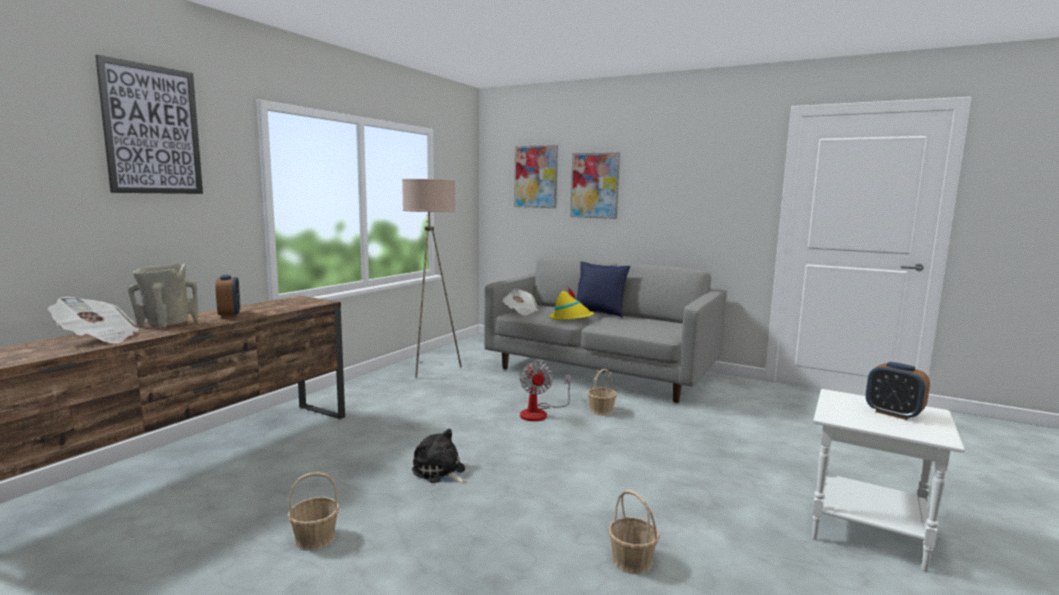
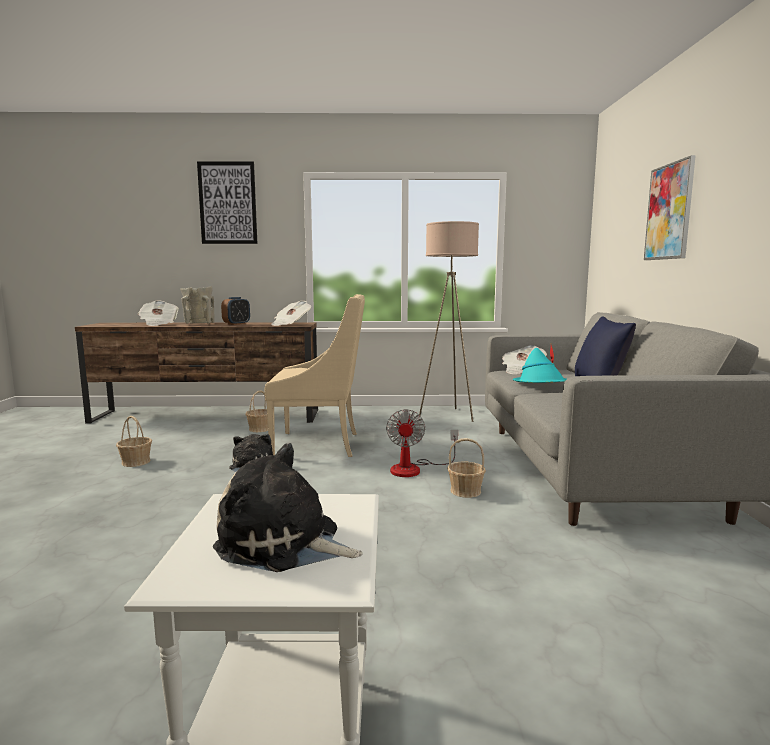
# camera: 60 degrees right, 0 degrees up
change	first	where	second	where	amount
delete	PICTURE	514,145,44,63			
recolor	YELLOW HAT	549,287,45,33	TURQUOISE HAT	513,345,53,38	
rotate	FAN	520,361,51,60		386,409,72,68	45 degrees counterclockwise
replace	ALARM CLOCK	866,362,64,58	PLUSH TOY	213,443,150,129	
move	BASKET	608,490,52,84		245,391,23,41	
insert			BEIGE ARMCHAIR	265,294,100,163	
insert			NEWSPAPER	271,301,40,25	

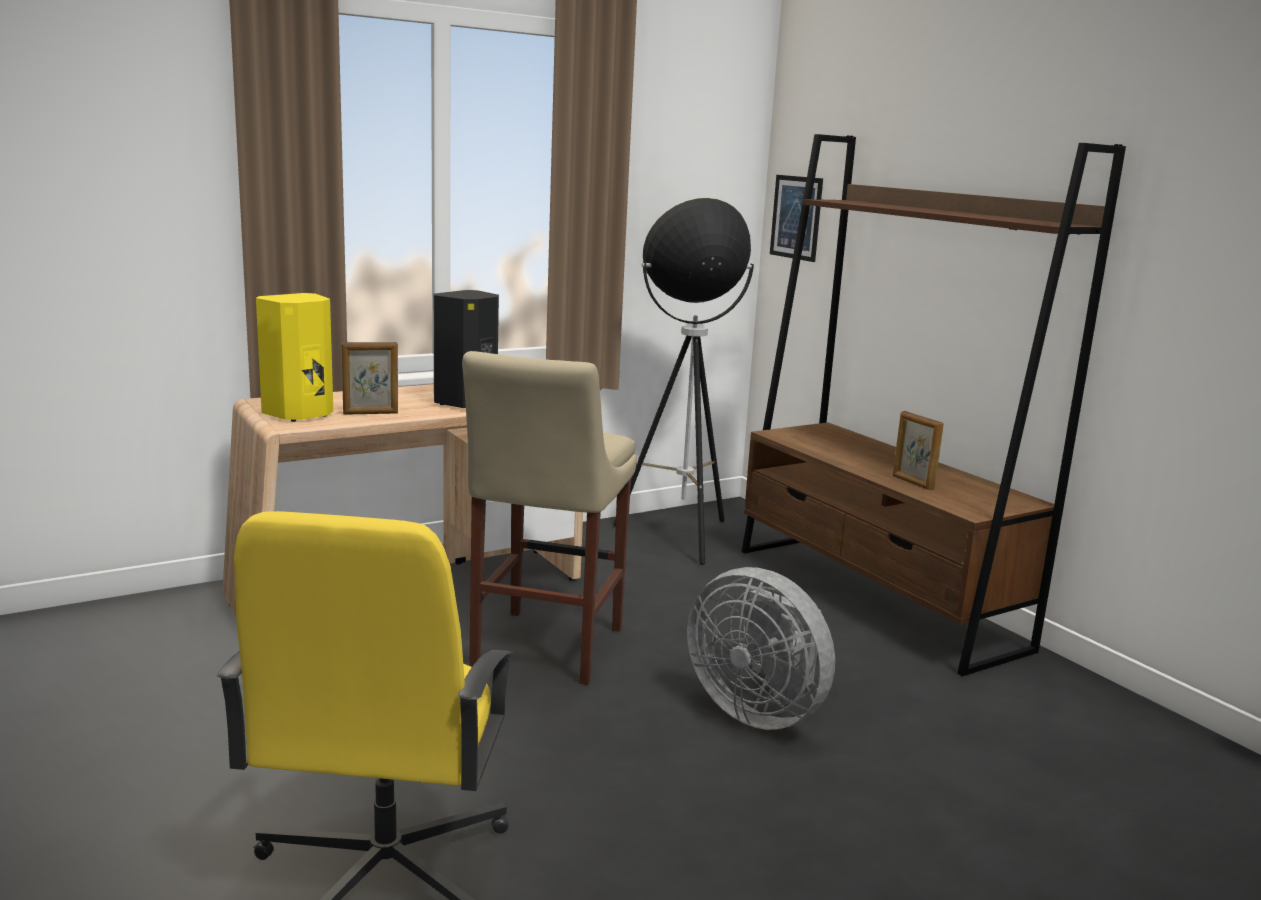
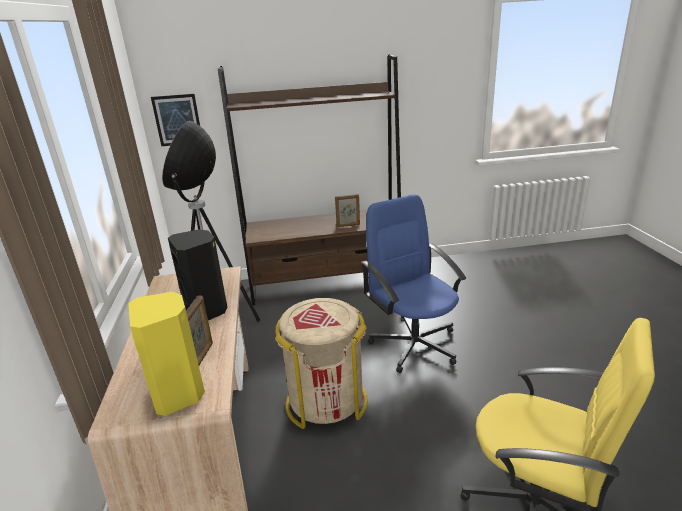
# camera: 65 degrees left, 10 degrees up
change	first	where	second	where	amount
replace	BEIGE STOOL	462,351,175,334	BEIGE TRASH CAN	275,298,93,131	
replace	GREY FAN	687,567,148,163	BLUE OFFICE CHAIR	361,194,105,179	

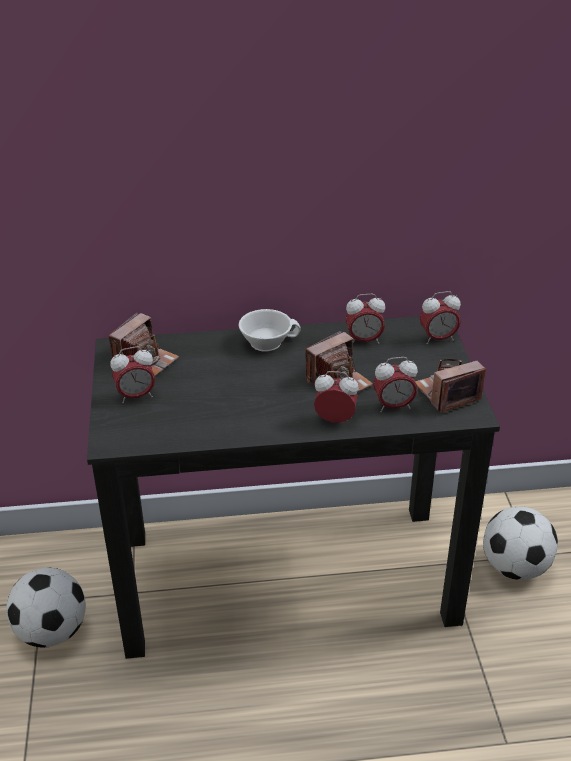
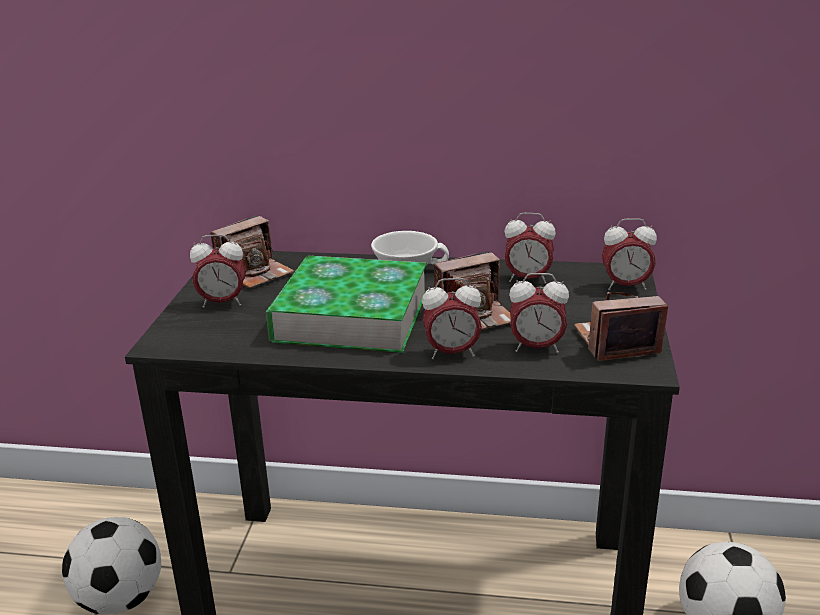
# camera: 15 degrees right, 10 degrees down
change	first	where	second	where	amount
rotate	ALARM CLOCK	314,371,45,52		422,278,60,81	150 degrees clockwise
insert			BOOK	266,256,160,97	

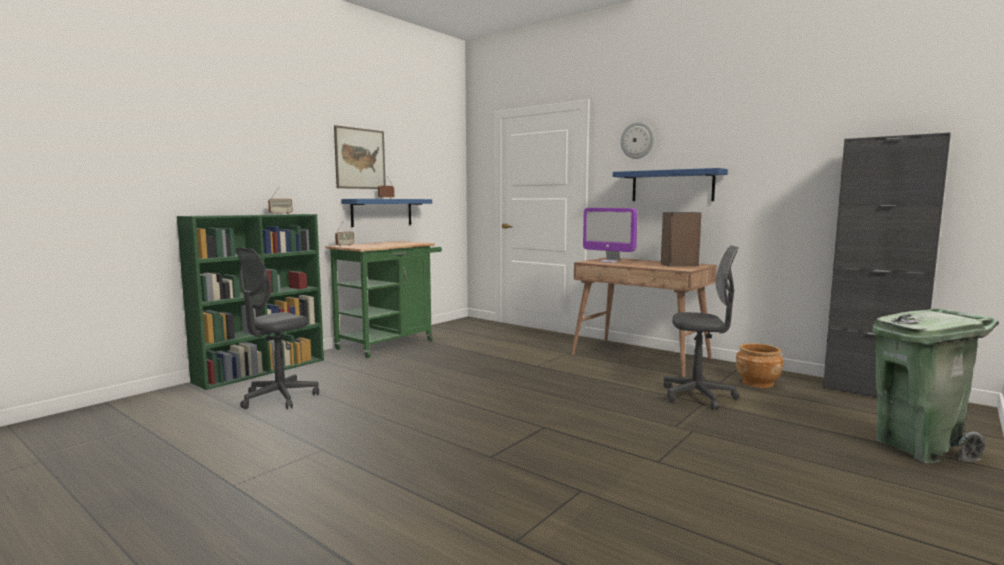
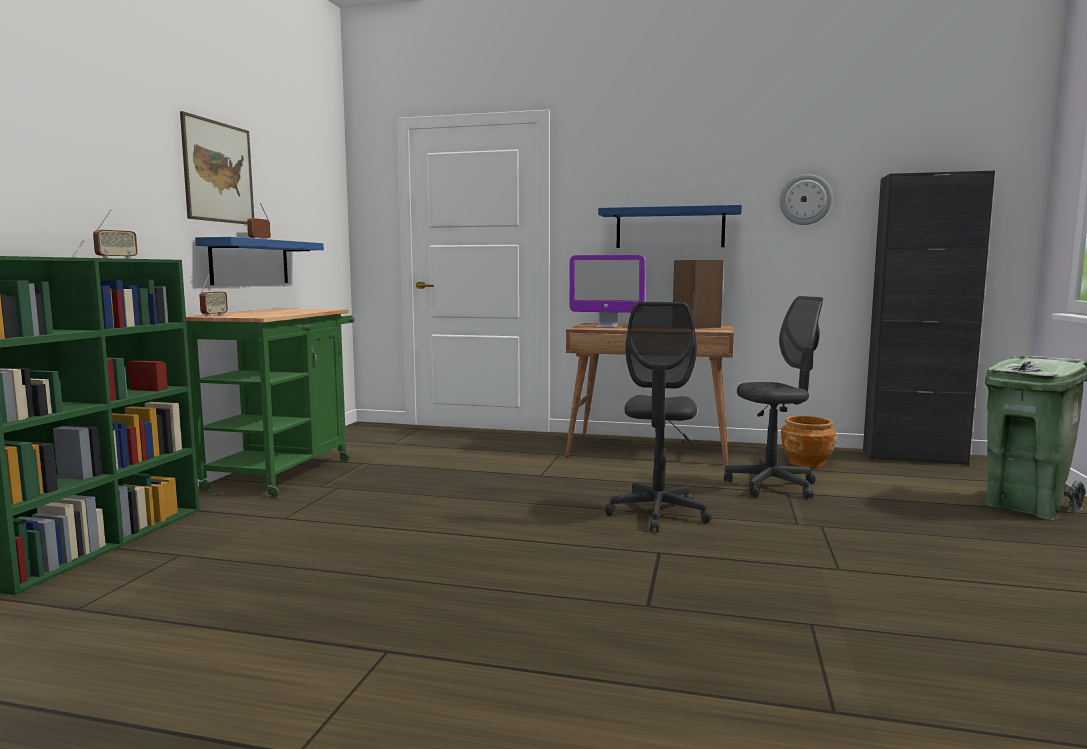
# camera: 25 degrees left, 0 degrees up
change	first	where	second	where	amount
move	WALL CLOCK	621,122,33,37		780,174,52,51	
move	GREY OFFICE CHAIR	235,247,84,162		605,302,107,230	

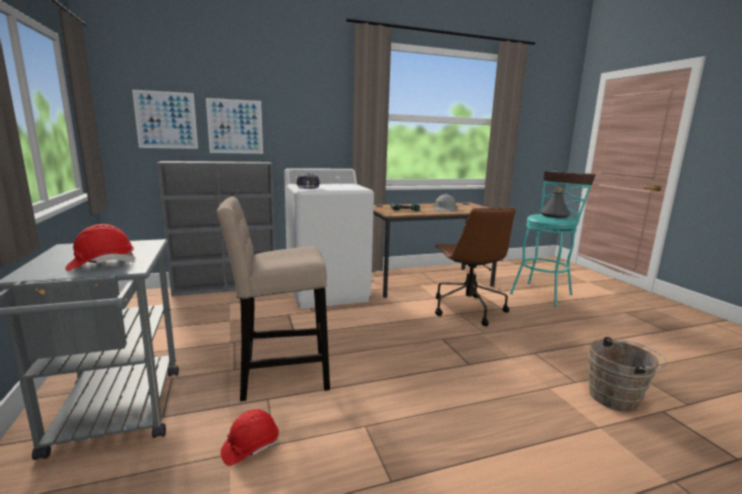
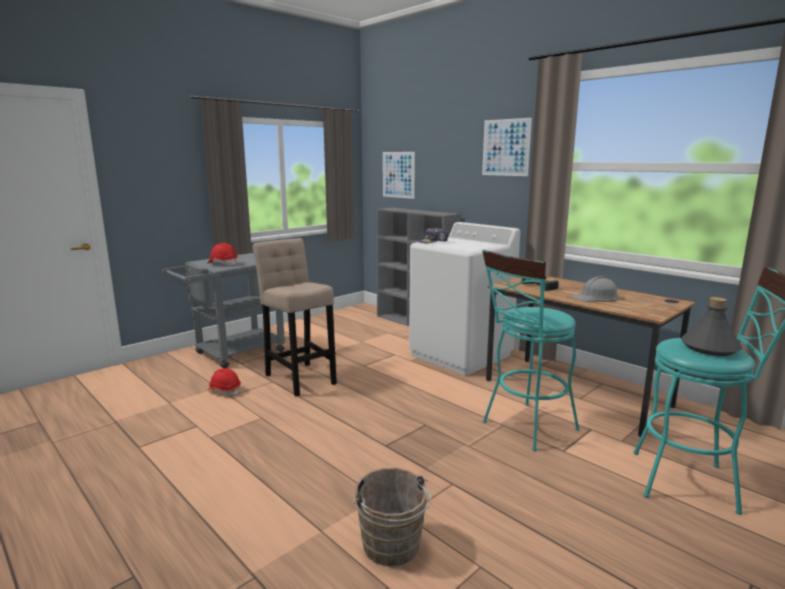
# camera: 65 degrees right, 0 degrees up
change	first	where	second	where	amount
move	PICTURE	206,98,57,56		482,118,50,58	
replace	BROWN OFFICE CHAIR	434,208,82,118	TURQUOISE STOOL	482,250,98,201	

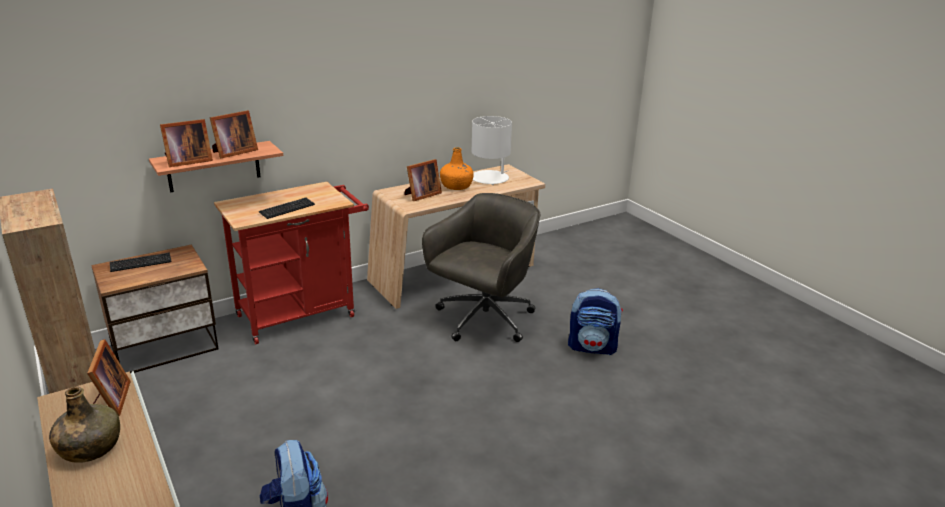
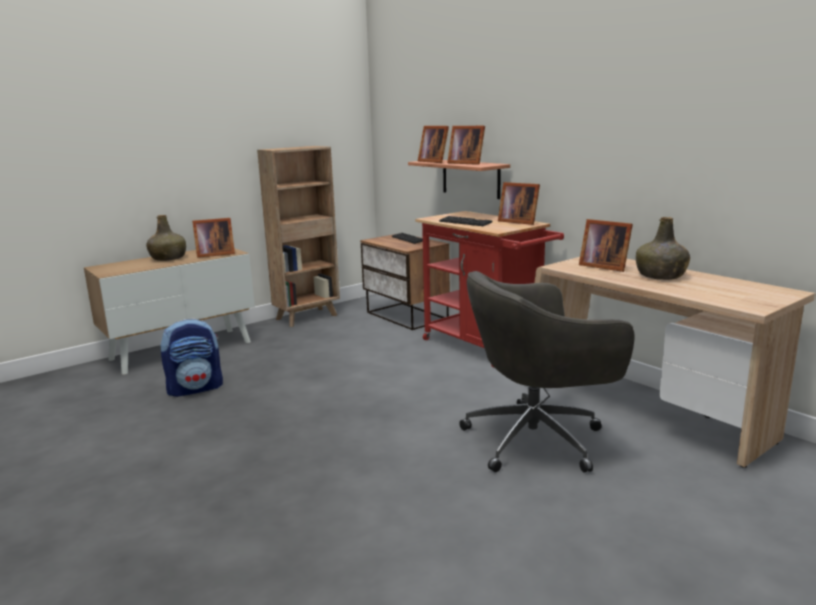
# camera: 85 degrees right, 10 degrees down
change	first	where	second	where	amount
delete	WHITE TABLE LAMP	472,116,40,69			
recolor	ORANGE BOTTLE	440,147,34,43	GREEN BOTTLE	636,217,54,63	
rotate	GREY OFFICE CHAIR	422,193,118,149		459,271,176,202	135 degrees clockwise
delete	BACKPACK	568,288,55,67			
insert			PICTURE FRAME	498,182,42,43	

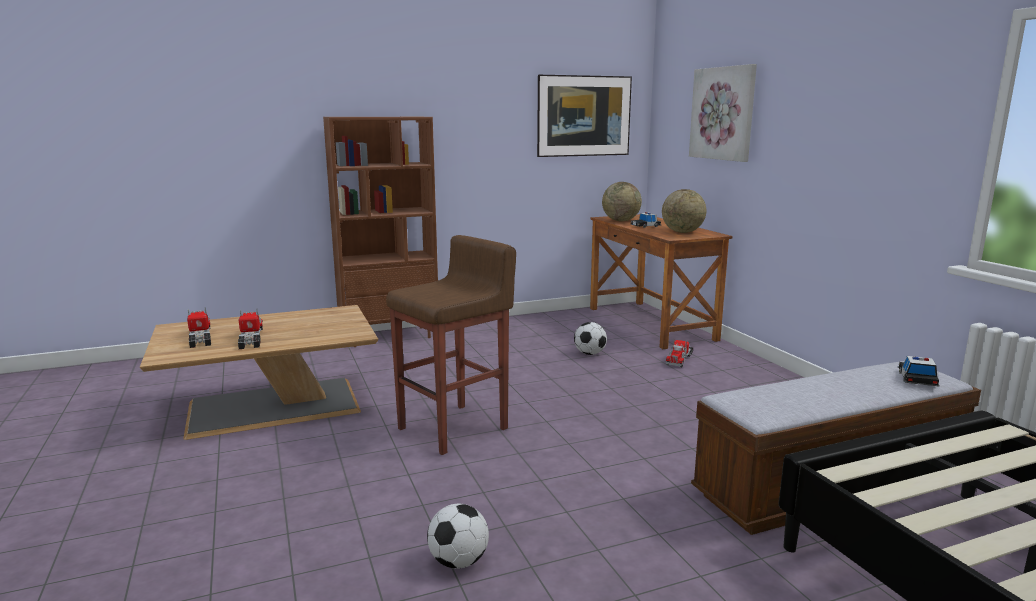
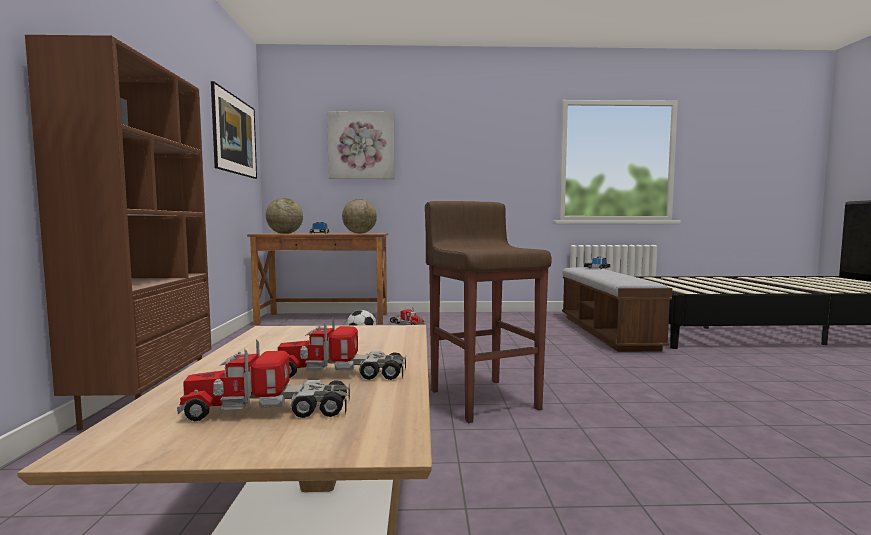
# camera: 70 degrees left, 10 degrees down
change	first	where	second	where	amount
delete	FOOTBALL	427,504,62,65			

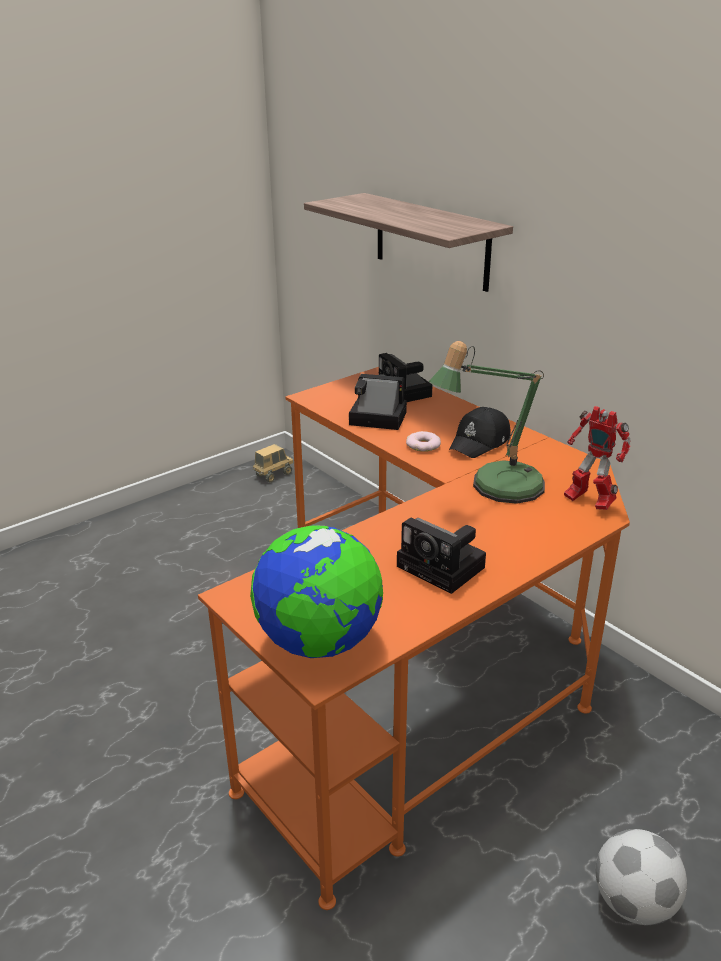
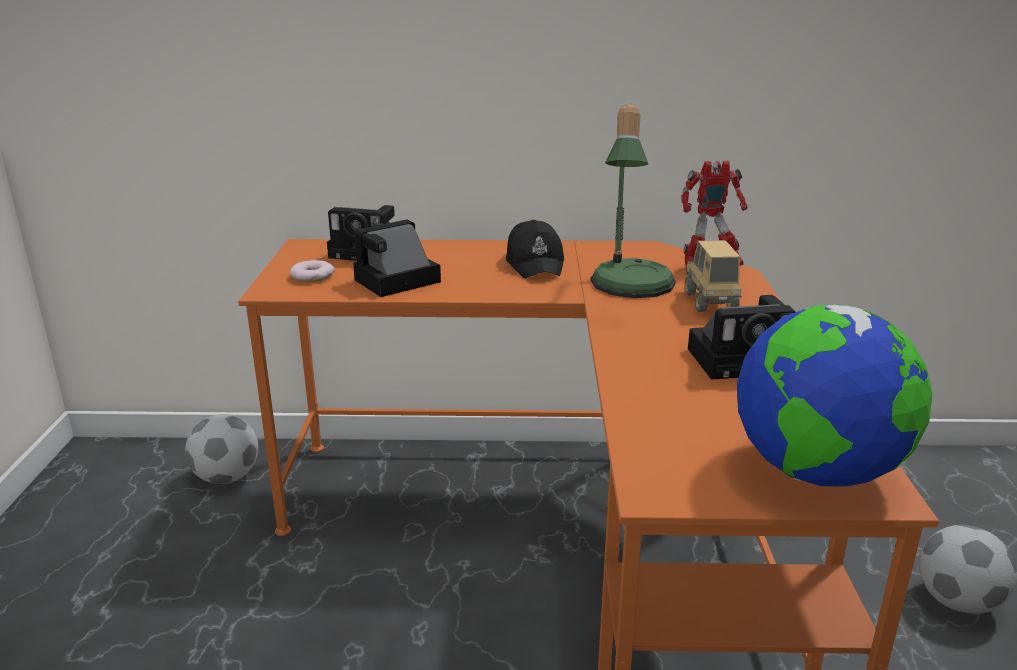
# camera: 50 degrees left, 5 degrees down
change	first	where	second	where	amount
delete	SHELF	304,193,209,99			
move	DONUT	406,431,35,21		290,260,45,22	
move	TOY TRUCK	253,444,41,38		685,240,57,72	
insert			FOOTBALL	185,414,74,70	

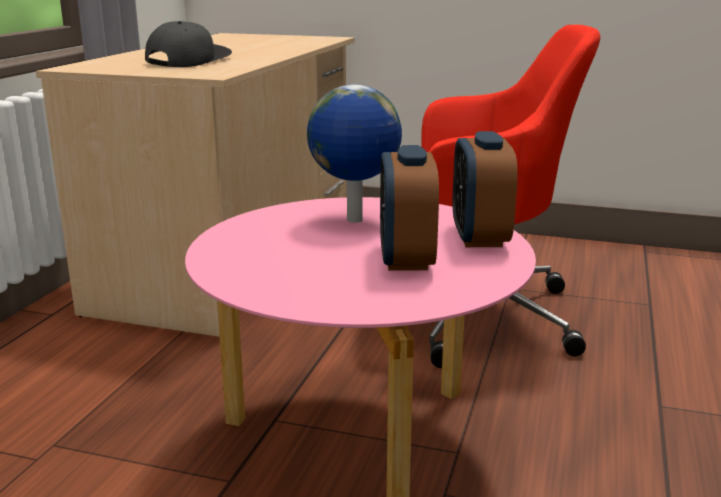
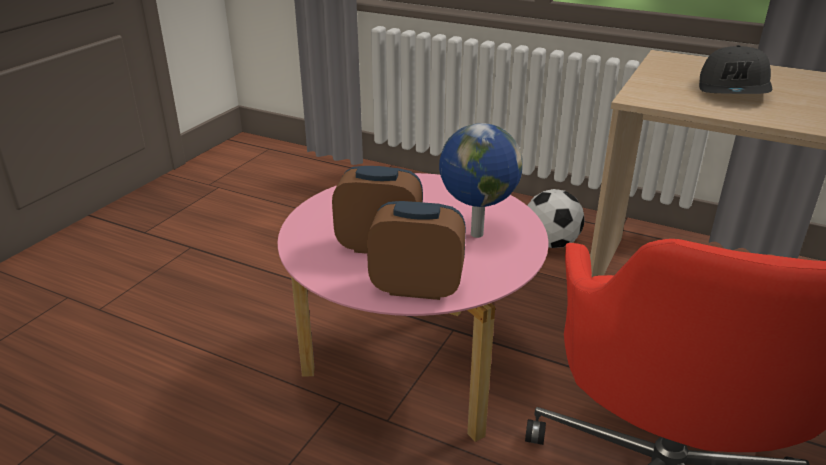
# camera: 100 degrees right, 10 degrees up
change	first	where	second	where	amount
rotate	GREY CAP	145,21,87,46		699,45,73,49	75 degrees clockwise
insert			FOOTBALL	527,189,57,59	

